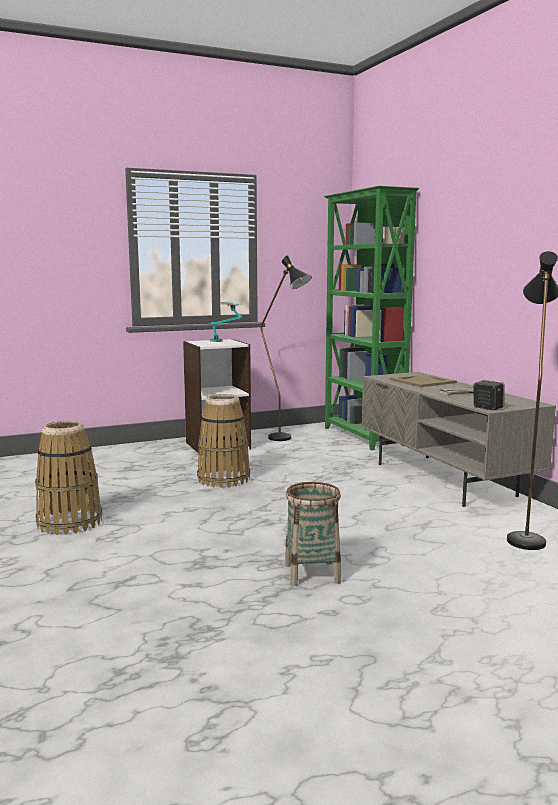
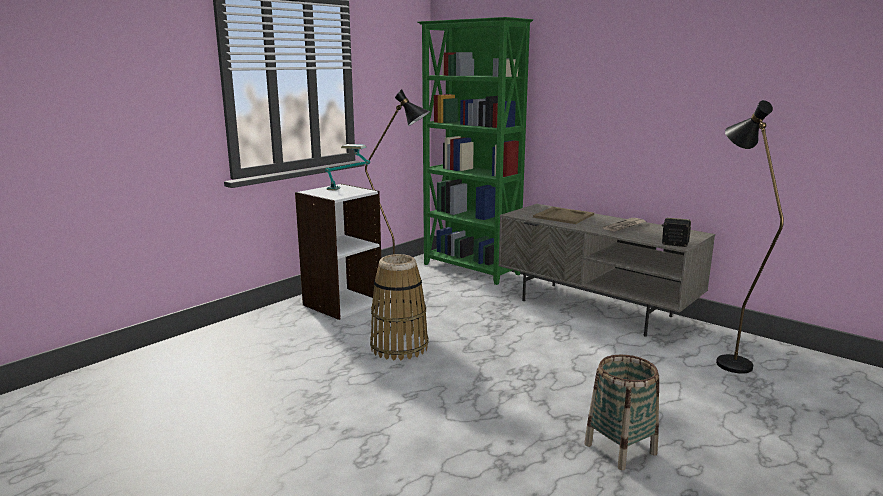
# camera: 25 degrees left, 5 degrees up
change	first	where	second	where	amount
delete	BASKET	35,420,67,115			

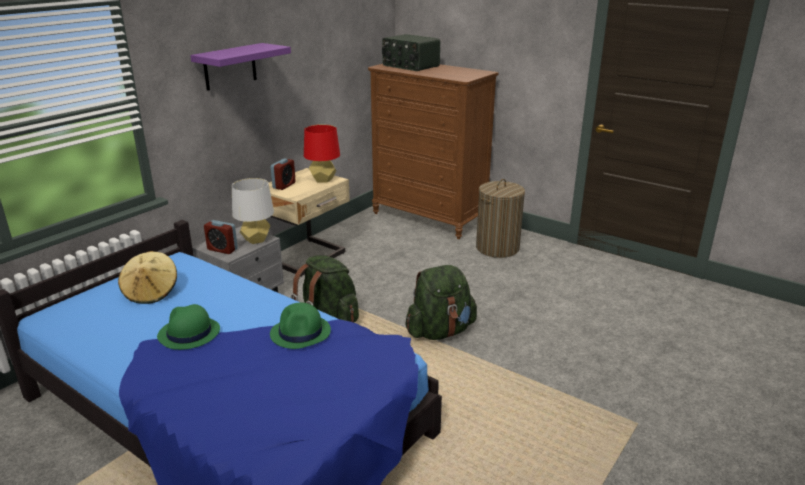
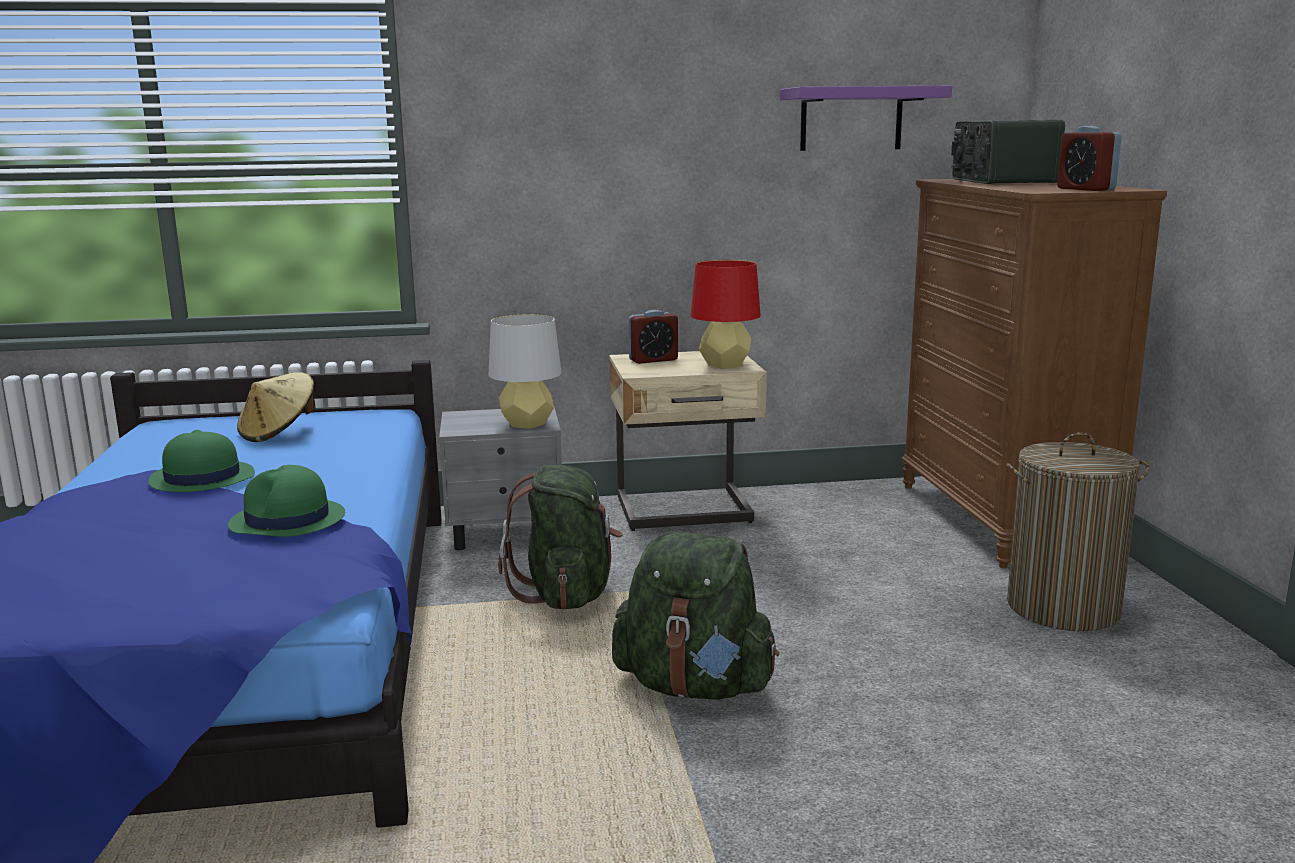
# camera: 45 degrees right, 10 degrees down
change	first	where	second	where	amount
move	PURPLE SHELF	190,43,101,48		780,86,172,65	
move	ALARM CLOCK	204,220,34,34		1057,126,65,65	

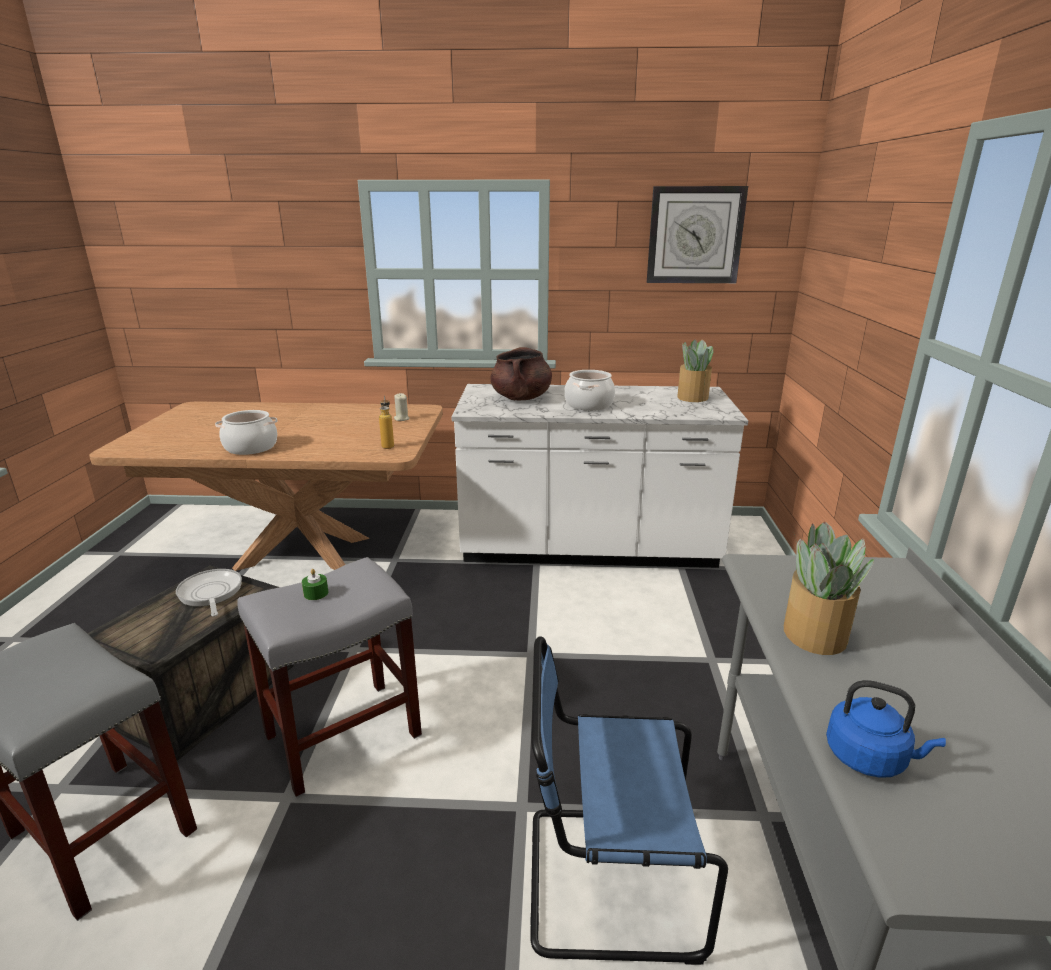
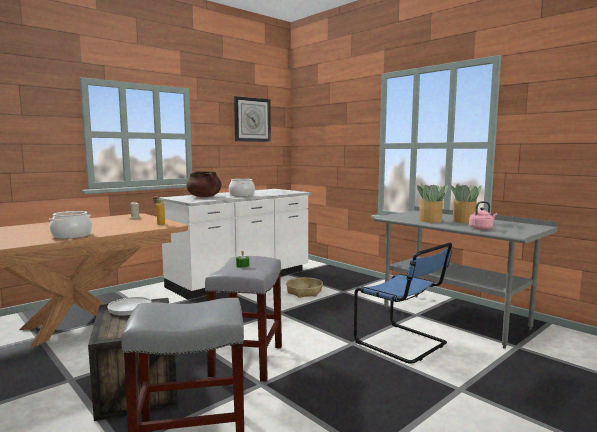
# camera: 45 degrees left, 15 degrees down
change	first	where	second	where	amount
move	POTTED PLANT	677,340,36,62		451,183,31,40	
rotate	BLUE CHAIR	530,636,198,329		354,242,98,122	90 degrees counterclockwise
recolor	BLUE KETTLE	826,680,120,98	PINK KETTLE	469,201,29,29	
insert			BASKET	286,277,37,21	

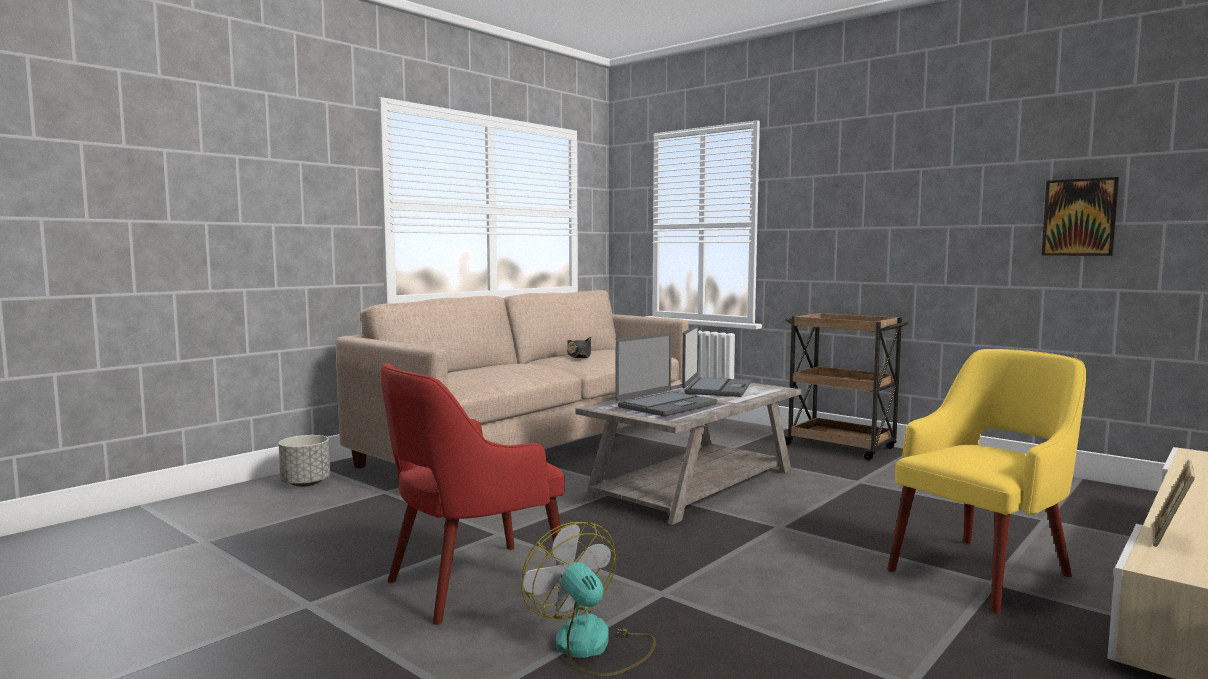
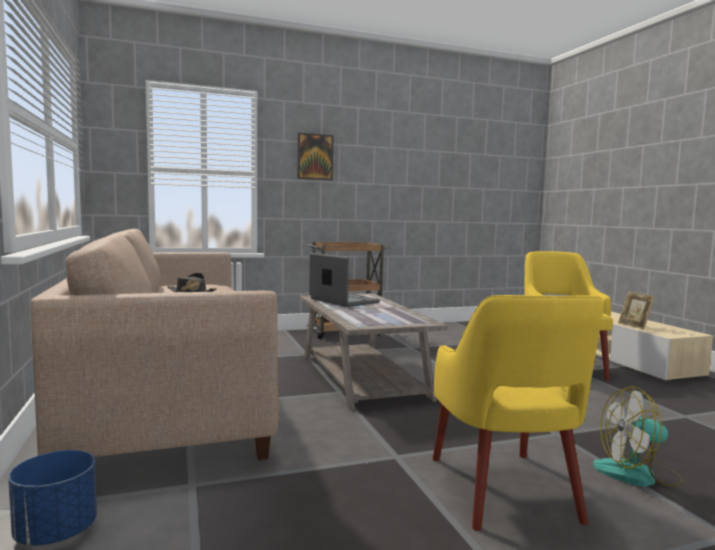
# camera: 60 degrees left, 0 degrees up
change	first	where	second	where	amount
move	PICTURE	1041,177,78,79		297,133,36,47	
delete	LAPTOP	616,333,101,83			
recolor	RED ARMCHAIR	380,363,185,262	YELLOW ARMCHAIR	433,295,171,236	
recolor	GREY PLANTER	279,435,51,52	BLUE PLANTER	8,450,89,96	

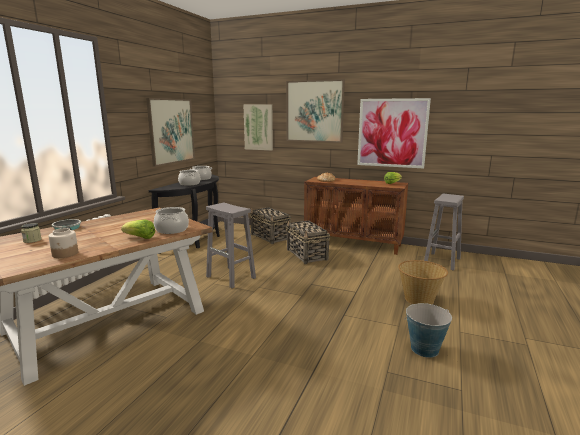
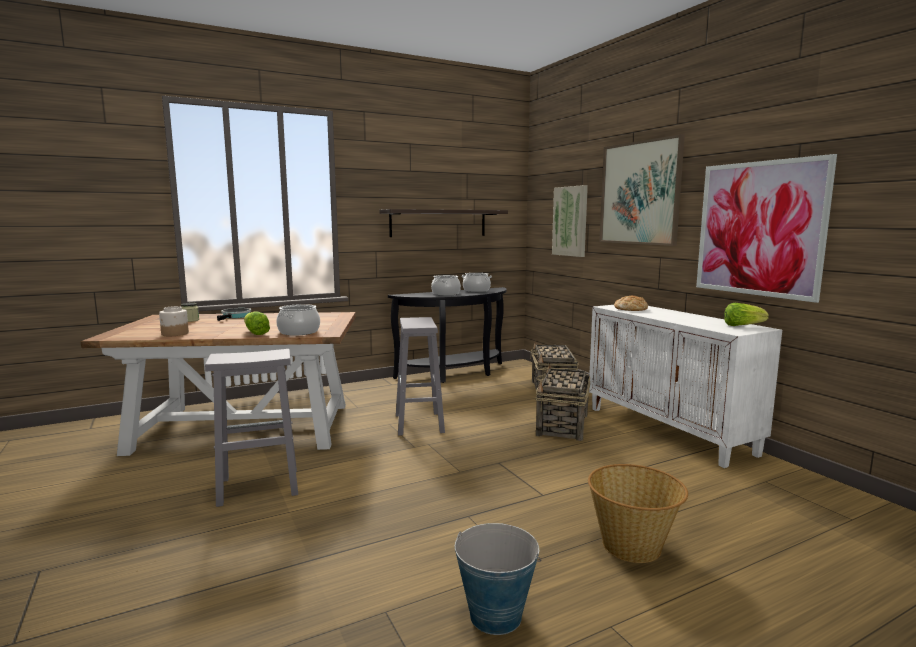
# camera: 40 degrees right, 5 degrees down
change	first	where	second	where	amount
replace	PICTURE	146,98,49,69	SHELF	379,209,129,28	
recolor	BROWN CABINET	304,177,104,78	WHITE CABINET	589,305,193,163	
move	GREY STOOL	424,194,40,77		205,349,93,158	

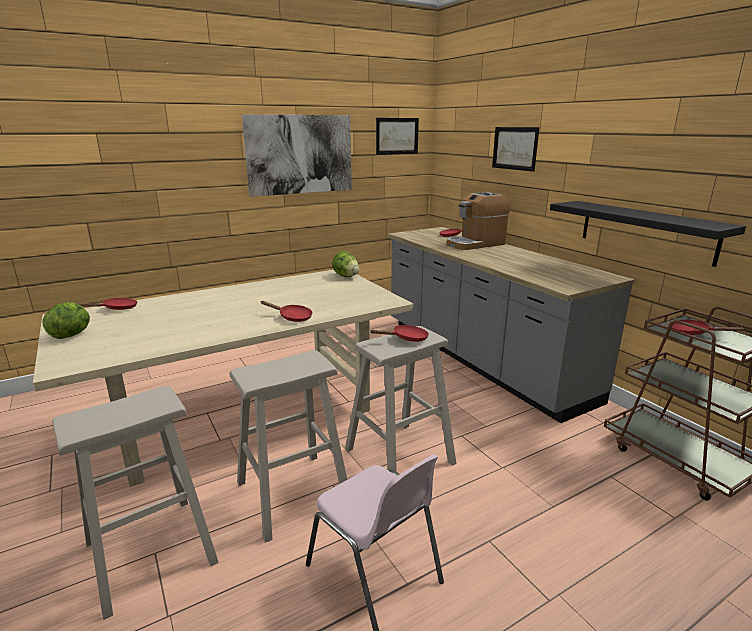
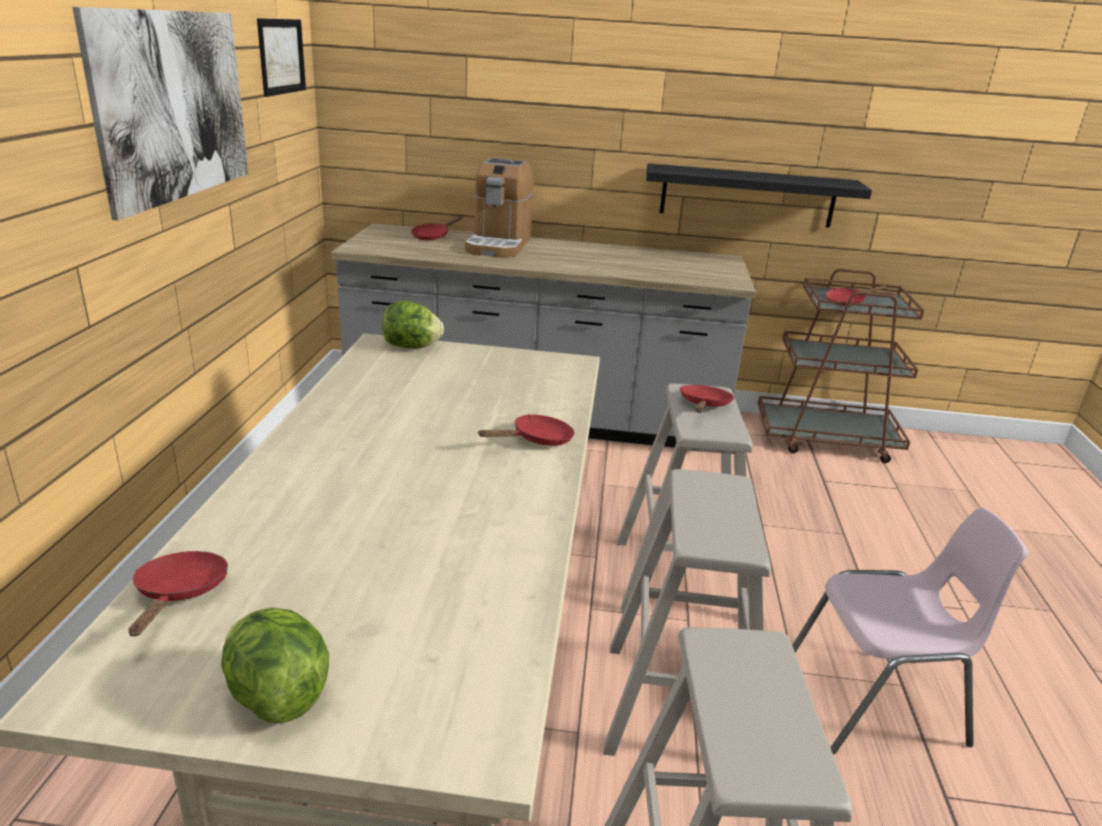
# camera: 55 degrees left, 5 degrees up
change	first	where	second	where	amount
delete	PICTURE	492,127,48,45			

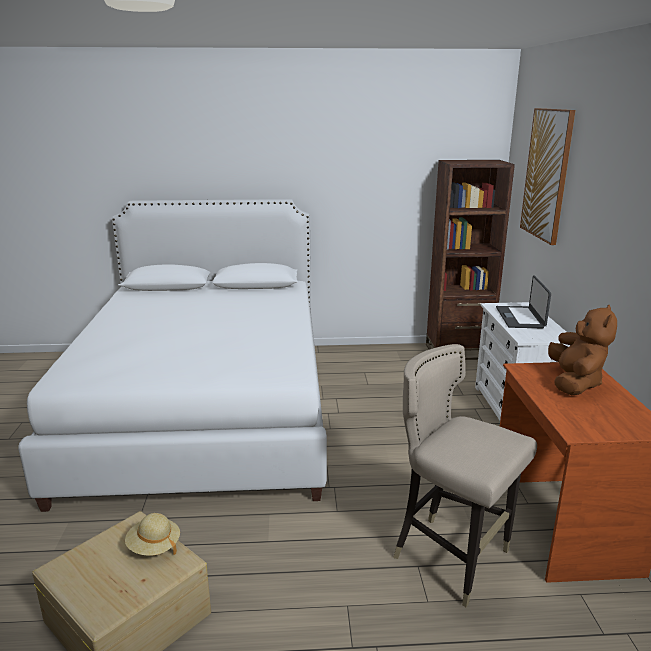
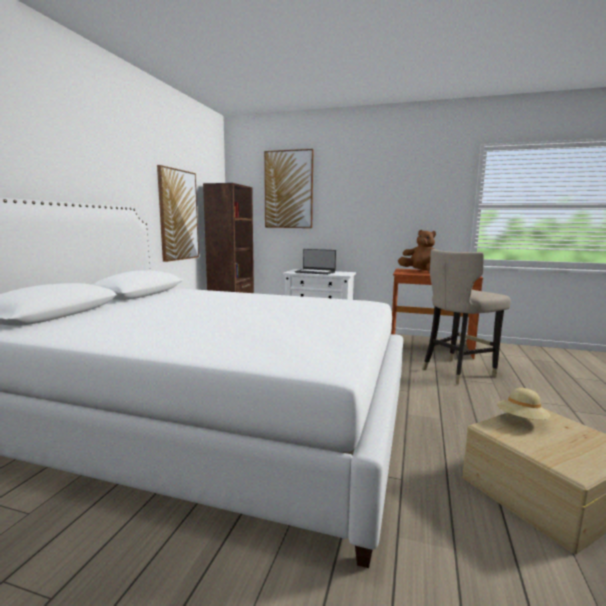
# camera: 70 degrees left, 10 degrees down
change	first	where	second	where	amount
insert			PICTURE	157,165,42,97	

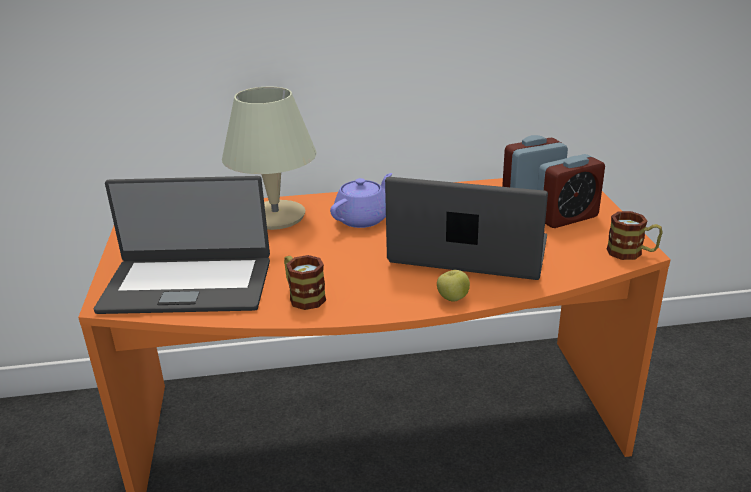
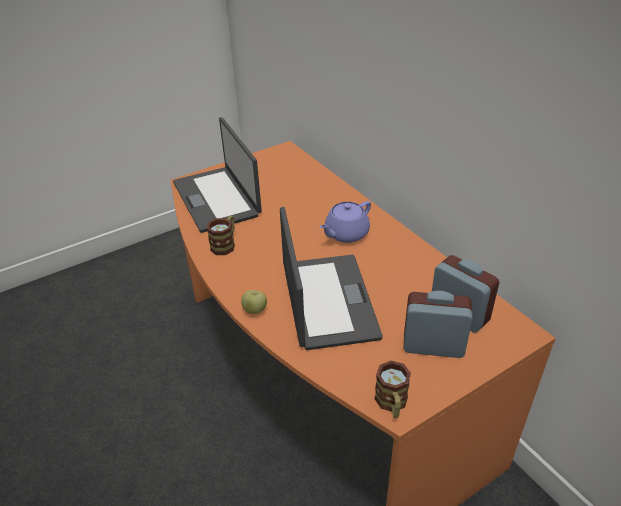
# camera: 65 degrees right, 10 degrees up
change	first	where	second	where	amount
delete	BEIGE TABLE LAMP	222,87,94,143			
rotate	ALARM CLOCK	537,154,68,74		404,291,69,67	150 degrees clockwise
rotate	PURPLE TEAPOT	330,173,62,55		319,201,52,42	120 degrees clockwise

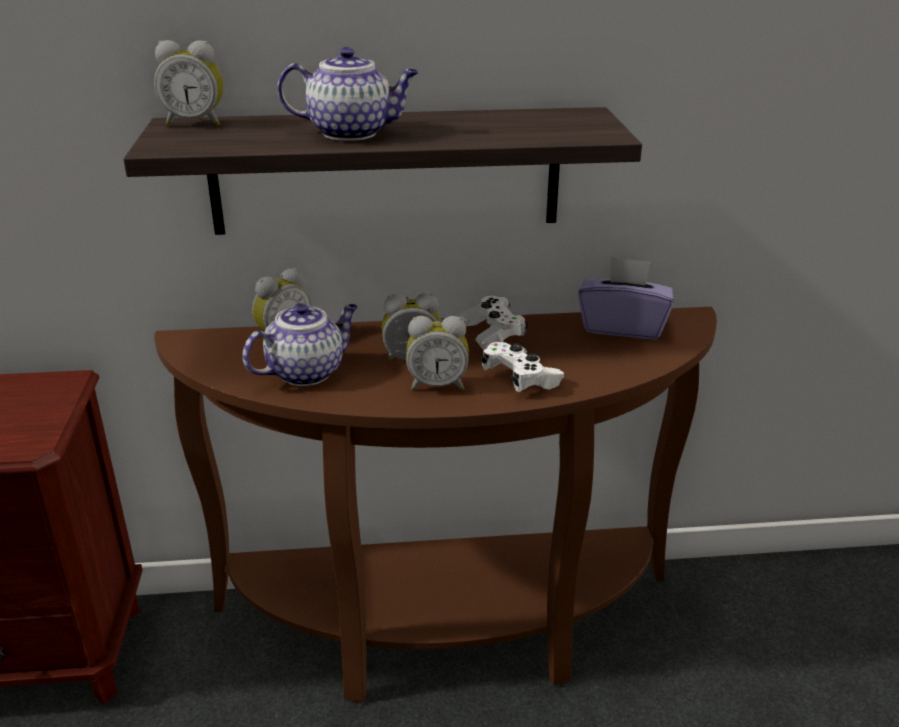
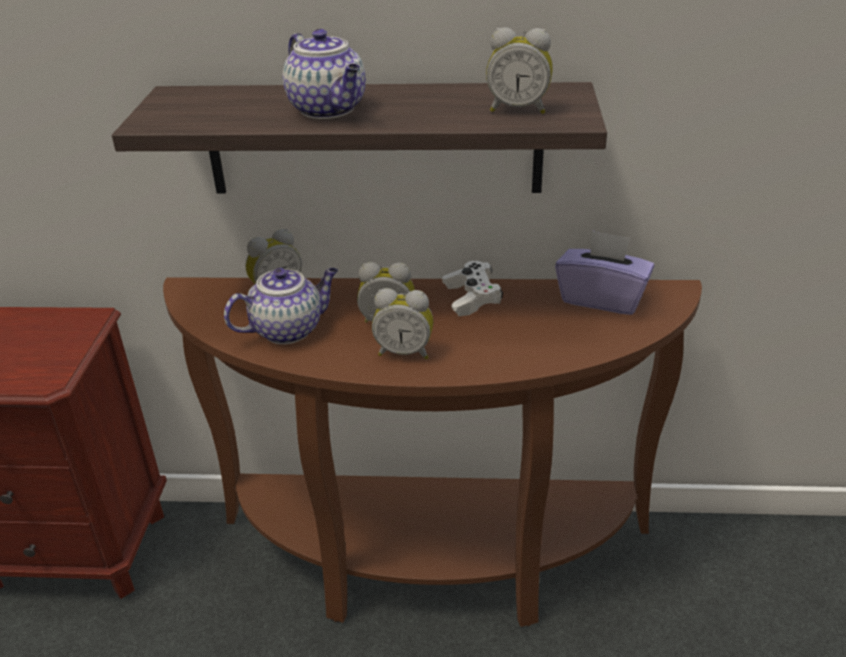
# camera: 10 degrees right, 5 degrees up
change	first	where	second	where	amount
move	ALARM CLOCK	154,40,69,86		486,27,67,87	
rotate	TEAPOT	278,47,141,94		283,29,83,90	45 degrees clockwise
delete	WHITE GAME CONTROLLER	481,342,83,50			

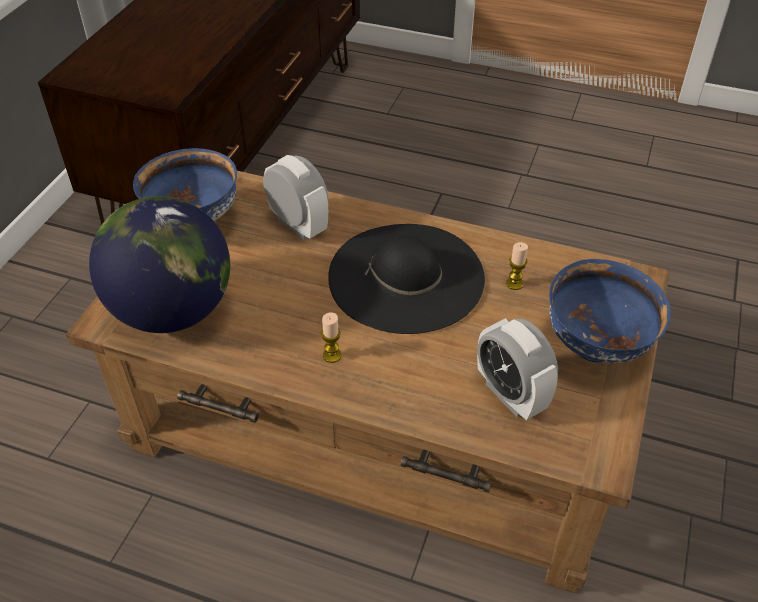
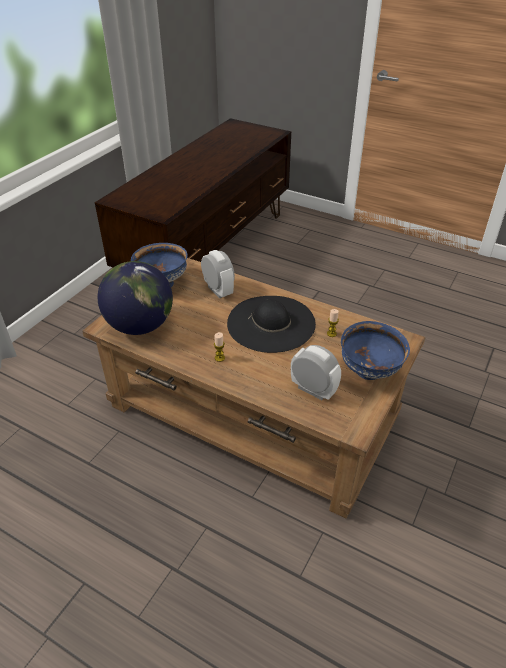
# camera: 10 degrees right, 5 degrees down
change	first	where	second	where	amount
rotate	ALARM CLOCK	477,318,81,102		291,345,50,55	150 degrees clockwise

